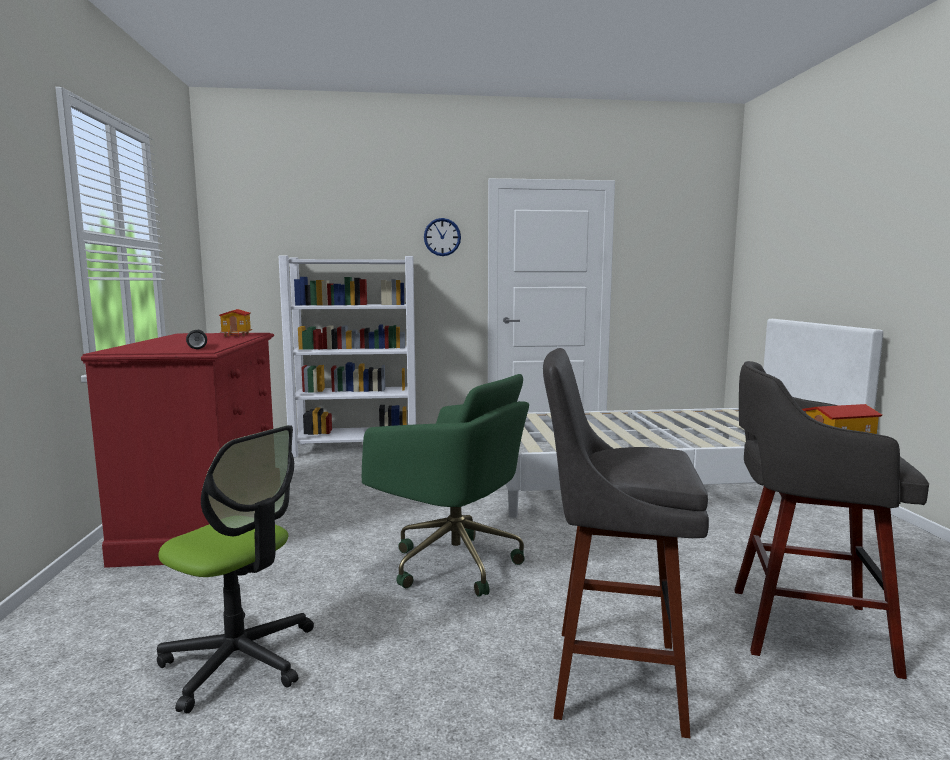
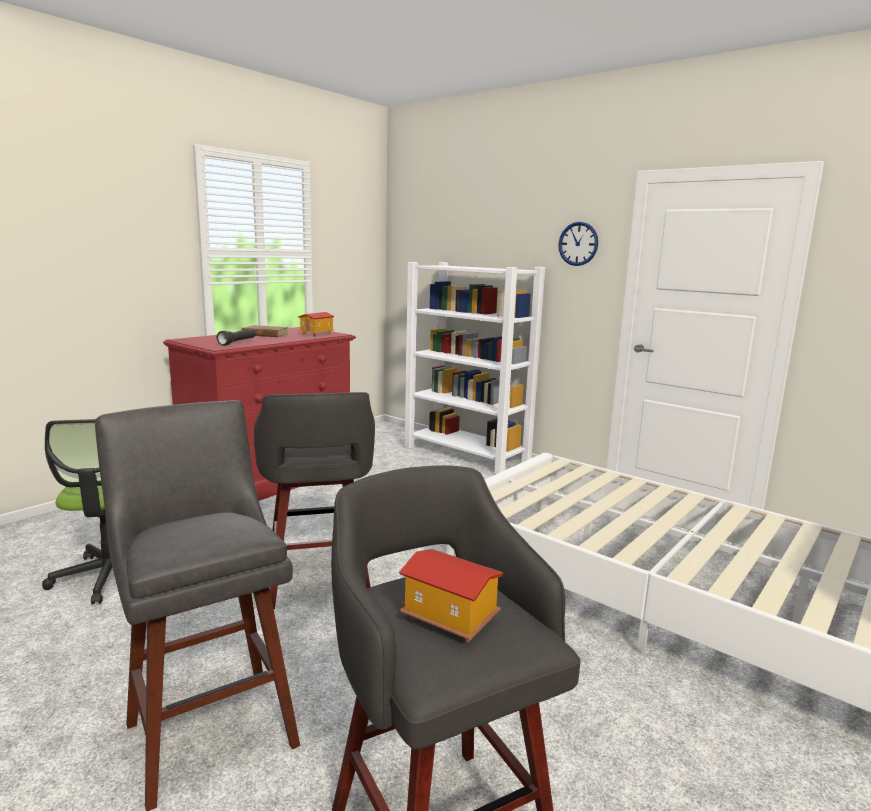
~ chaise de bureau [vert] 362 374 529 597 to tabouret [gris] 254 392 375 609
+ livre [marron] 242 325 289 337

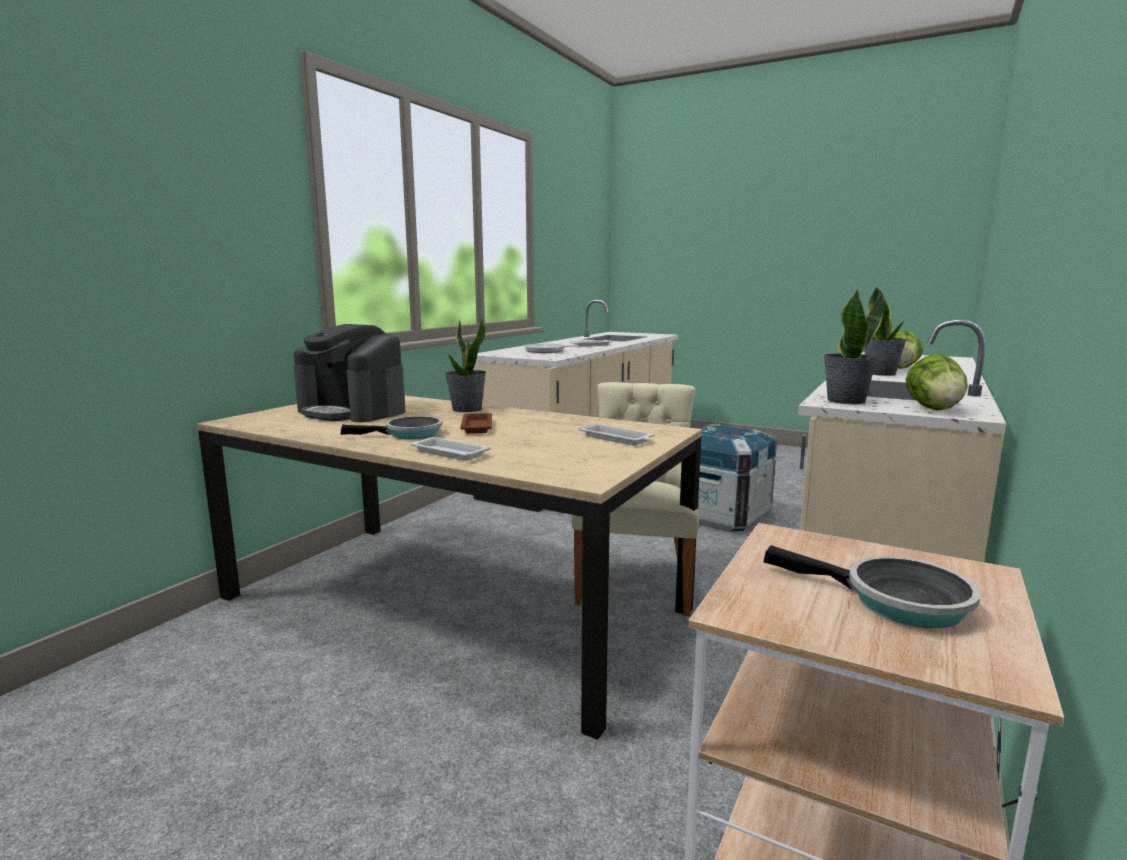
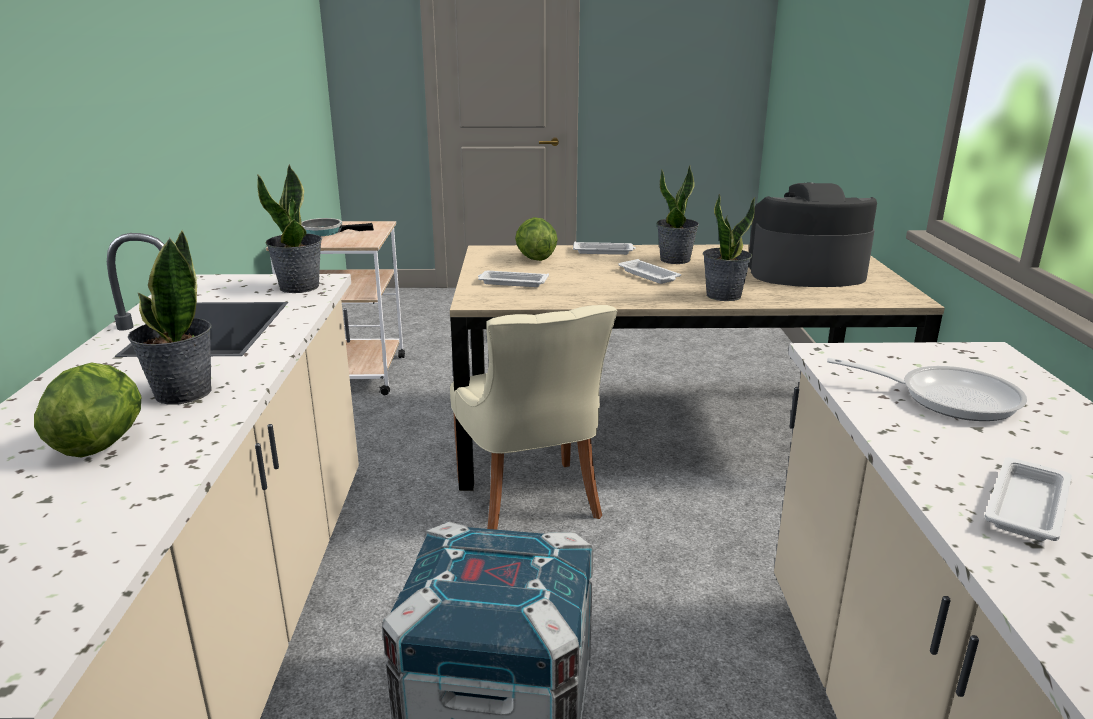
~ poêle 341 416 442 439 to plante en pot 657 165 699 264
~ plateau [marron] 460 413 492 433 to plateau [blanc] 618 259 681 284
~ laitue 905 354 968 410 to 515 217 558 261

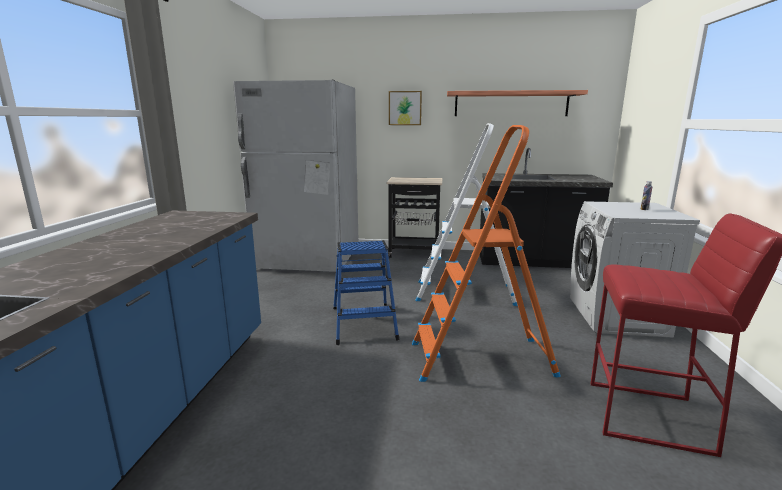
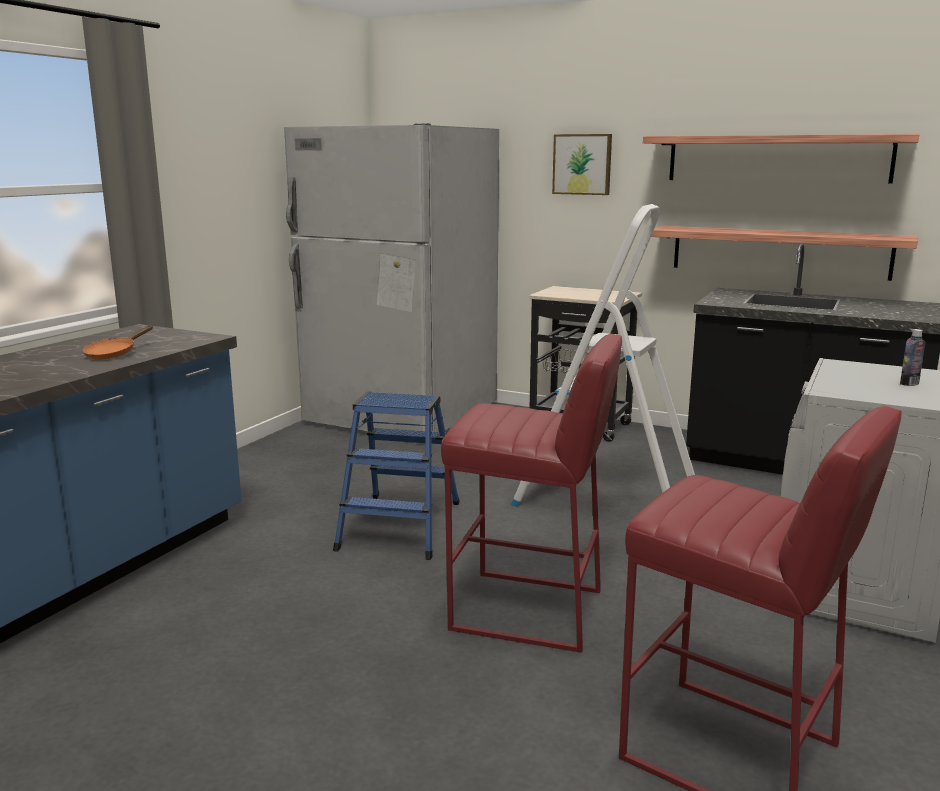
~ escabeau [orange] 412 125 561 382 to tabouret [rouge] 441 333 622 653
+ poêle [orange] 83 326 153 360
+ étagère 651 226 918 281

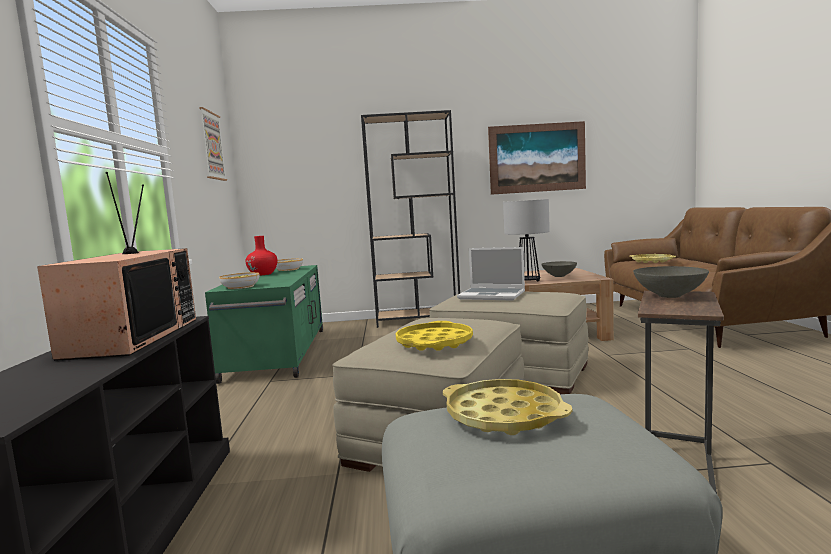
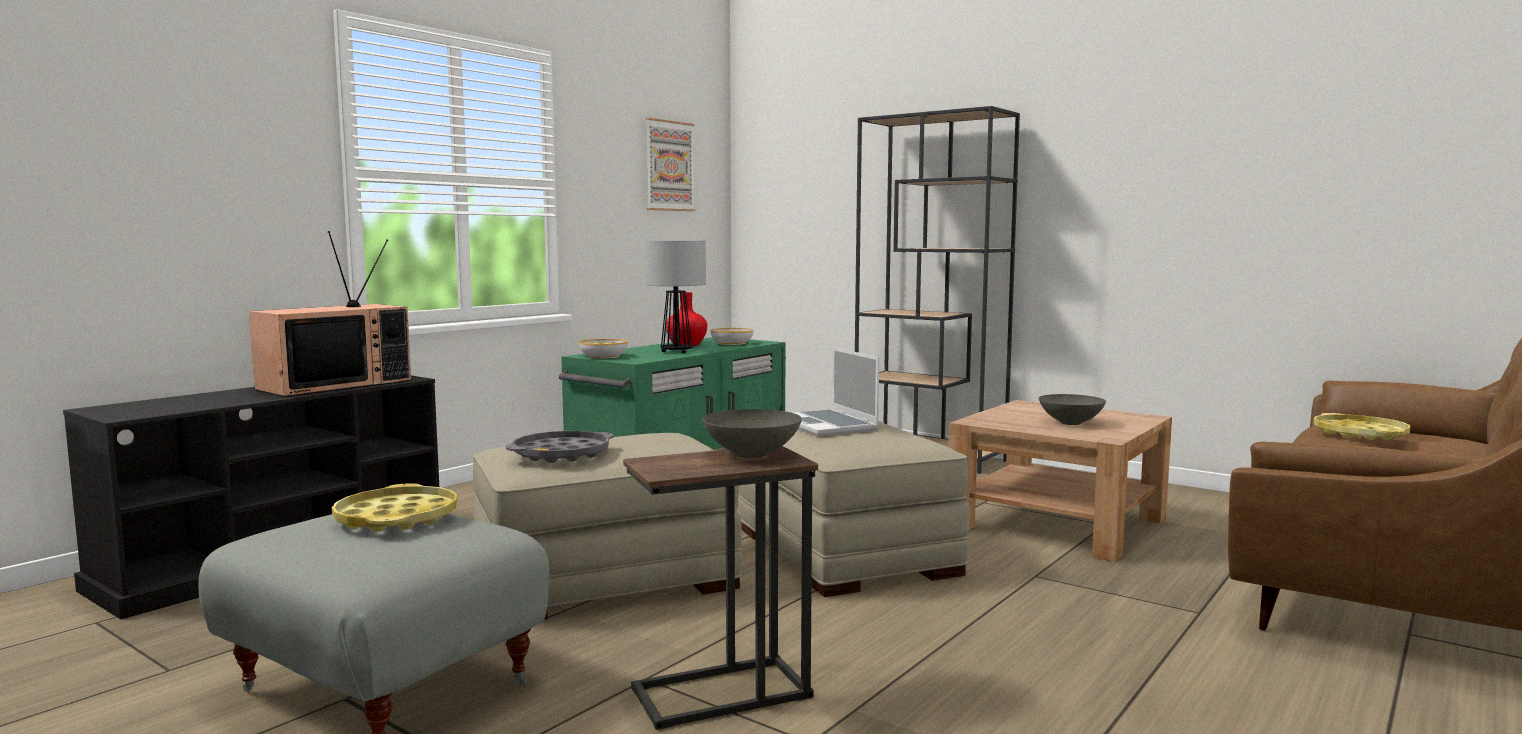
~ plateau [jaune] 395 321 473 351 to plateau [gris] 506 431 614 463
- tableau 488 121 586 195
~ lampe de table 503 199 550 281 to 645 240 706 353

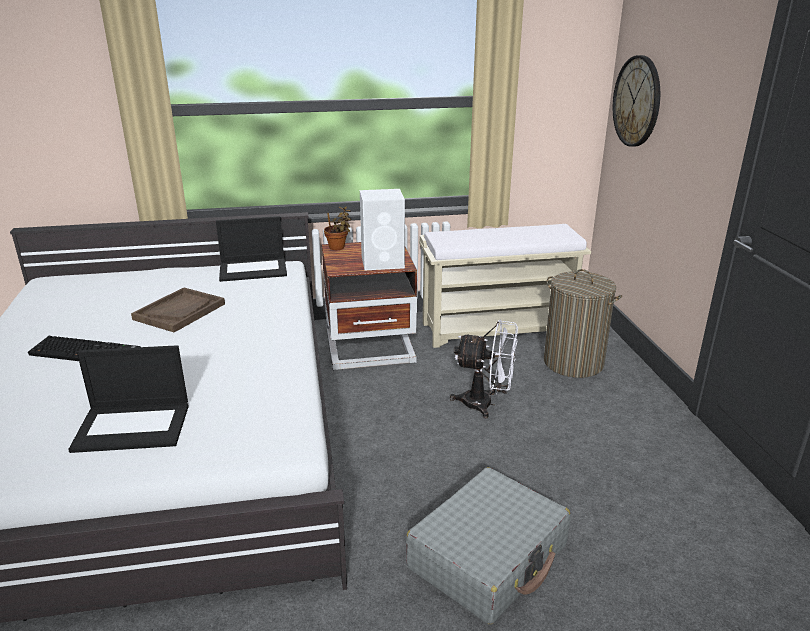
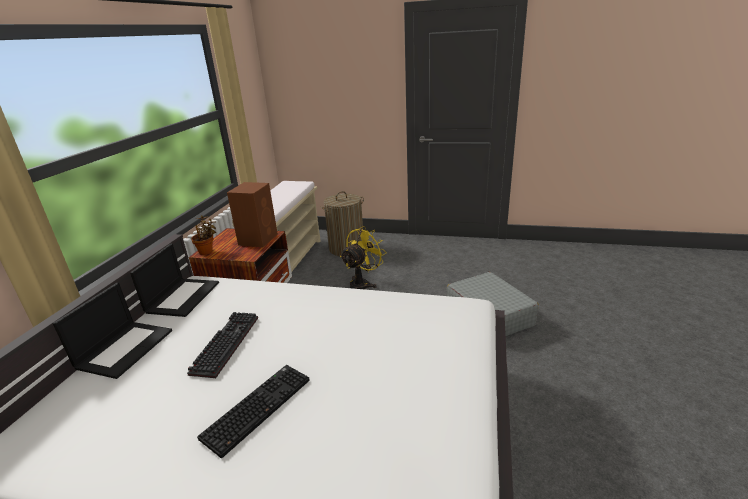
~ ordinateur portable 68 345 189 453 to 53 283 172 379
~ plateau [marron] 131 288 225 333 to clavier 187 312 258 378
~ enceinte [blanc] 360 189 405 270 to enceinte [marron] 227 182 278 247
~ ventilateur [blanc] 450 319 518 418 to ventilateur [jaune] 340 226 387 289
- horloge murale 613 55 660 147

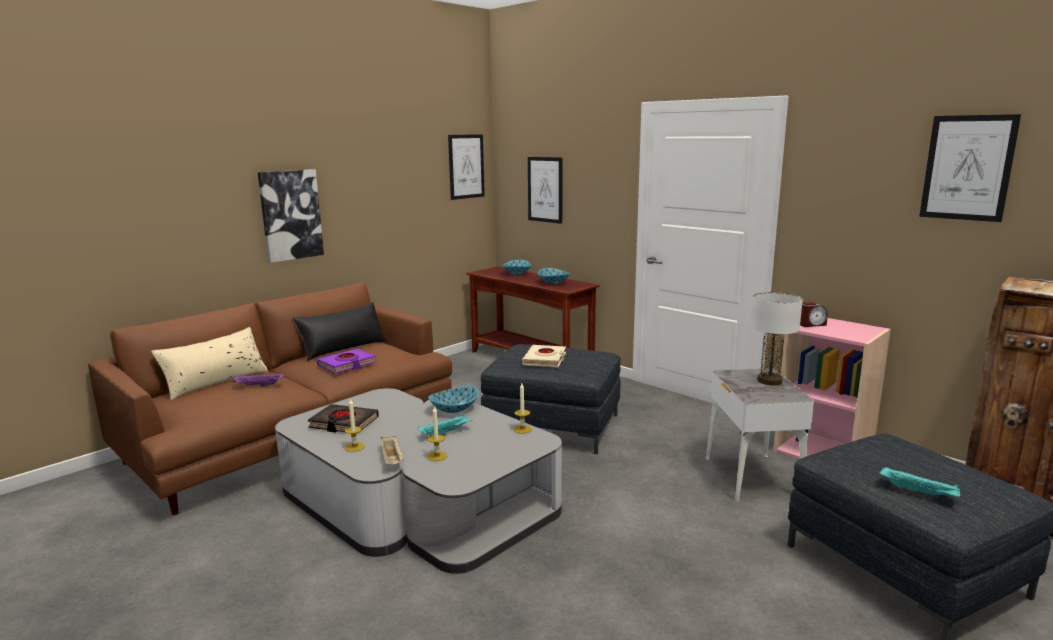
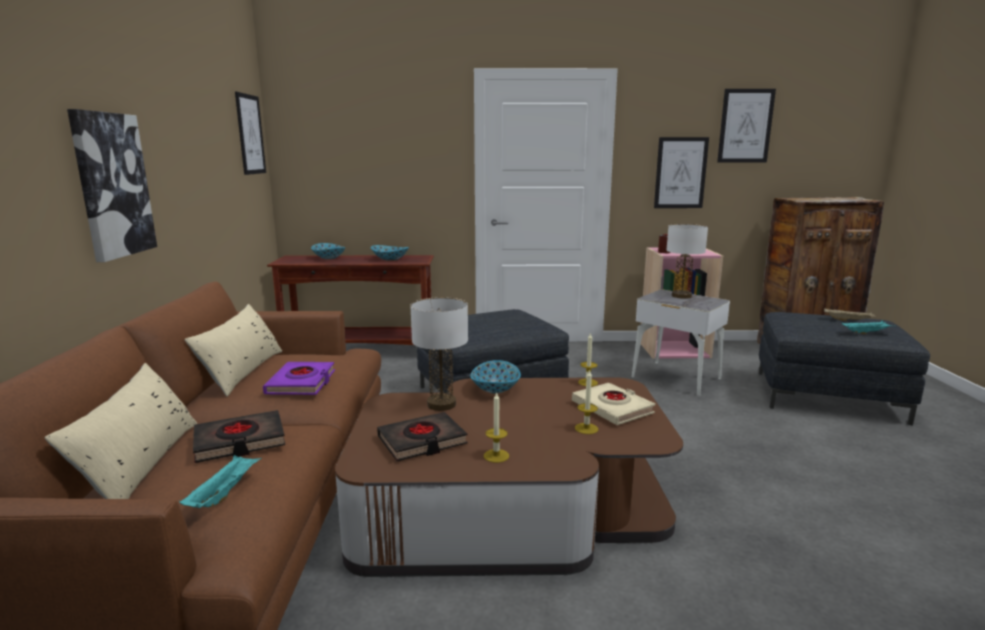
~ plateau [violet] 233 373 284 387 to livre [noir] 193 410 285 463
~ table basse [gris] 275 388 562 574 to table basse [marron] 335 377 683 577
~ coussin [noir] 293 302 387 361 to coussin [beige] 184 304 282 396
~ plateau [beige] 381 436 404 464 to 824 309 877 321
~ plateau [turquoise] 418 414 473 436 to 179 455 261 508
~ livre [beige] 522 345 566 367 to 572 383 655 425
~ tableau 528 157 563 224 to 654 137 709 208
+ lampe de table 410 297 468 411

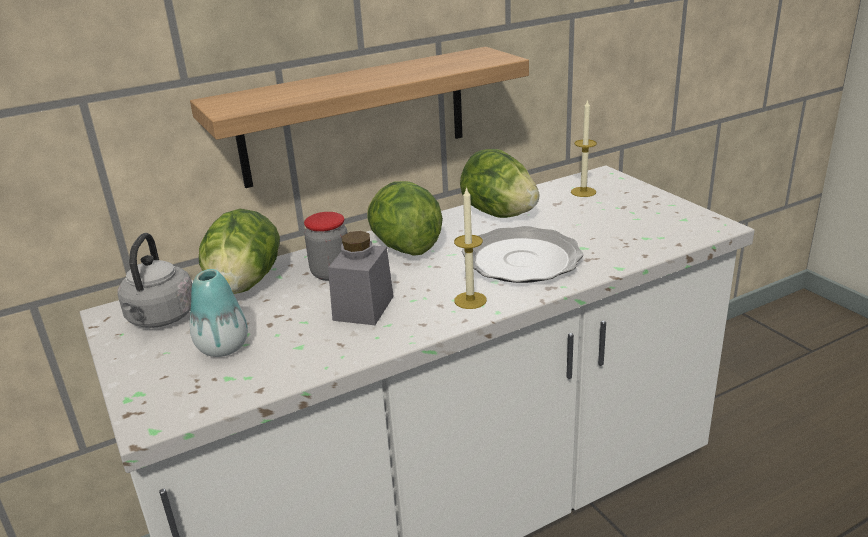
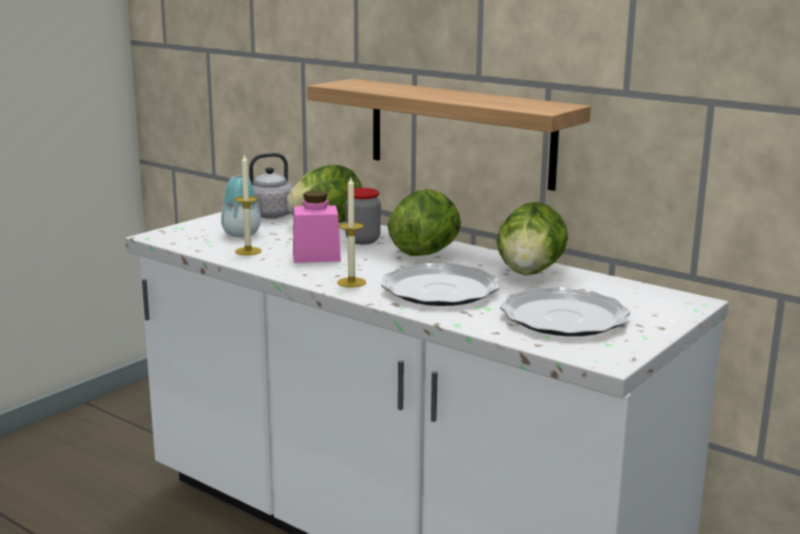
~ bocal [gris] 328 231 394 325 to bocal [rose] 293 191 341 263
~ bougie 571 99 597 197 to 235 153 262 256
+ assiette 500 287 631 336

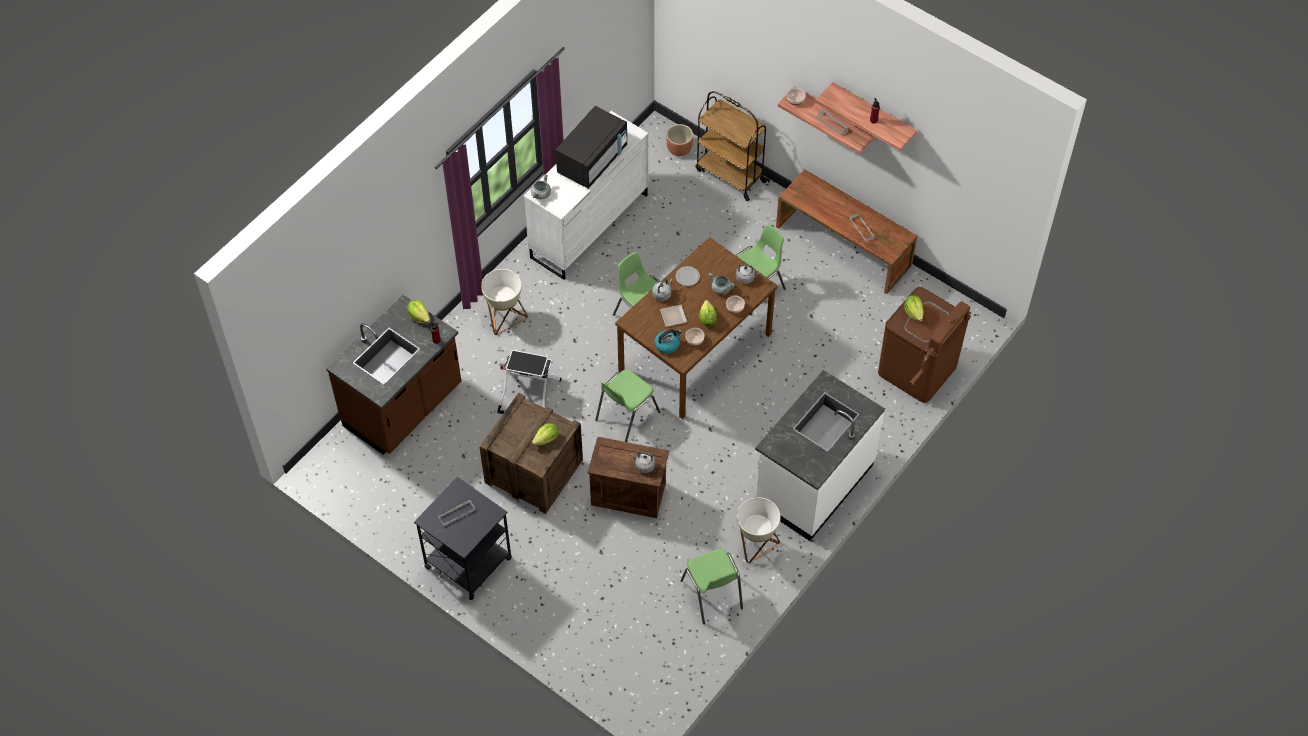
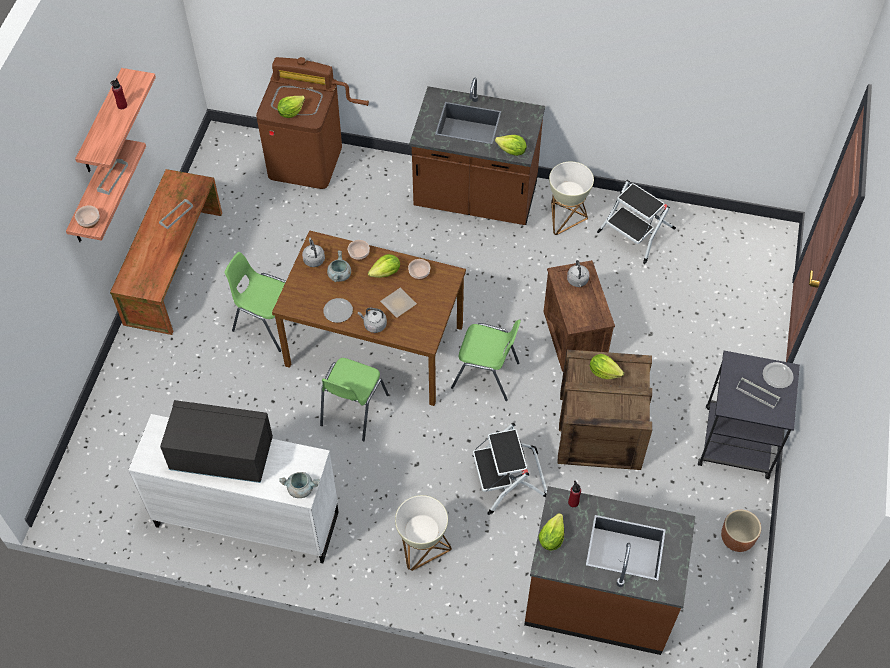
- bouilloire 655 329 682 354
~ cache-pot [marron] 666 124 693 156 to 721 510 761 552
~ chaise [vert] 680 549 743 624 to escabeau 597 180 676 264
- chariot [marron] 696 91 770 201
~ comptoir de cuisine [blanc] 755 370 885 541 to comptoir de cuisine [marron] 409 78 545 225
+ laitue 495 135 527 156
+ assiette 763 362 794 388

